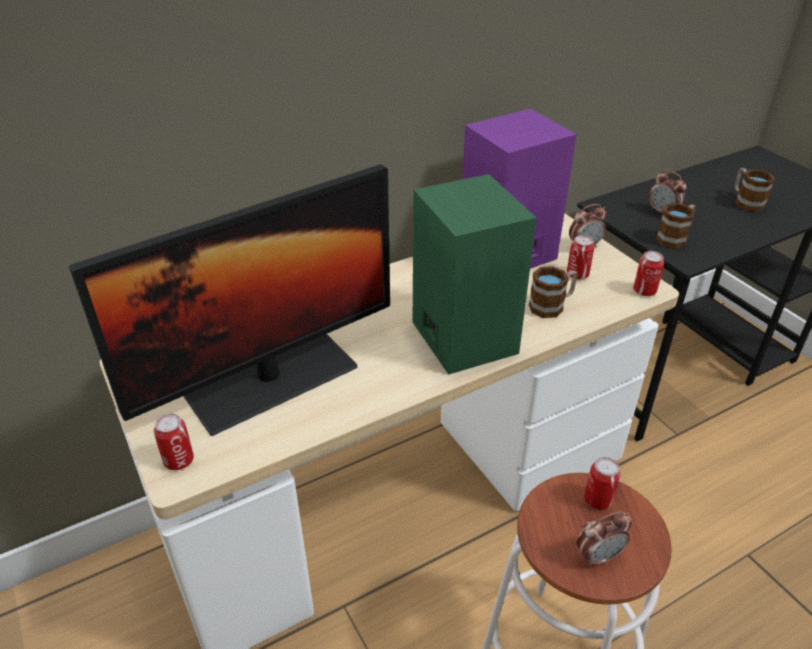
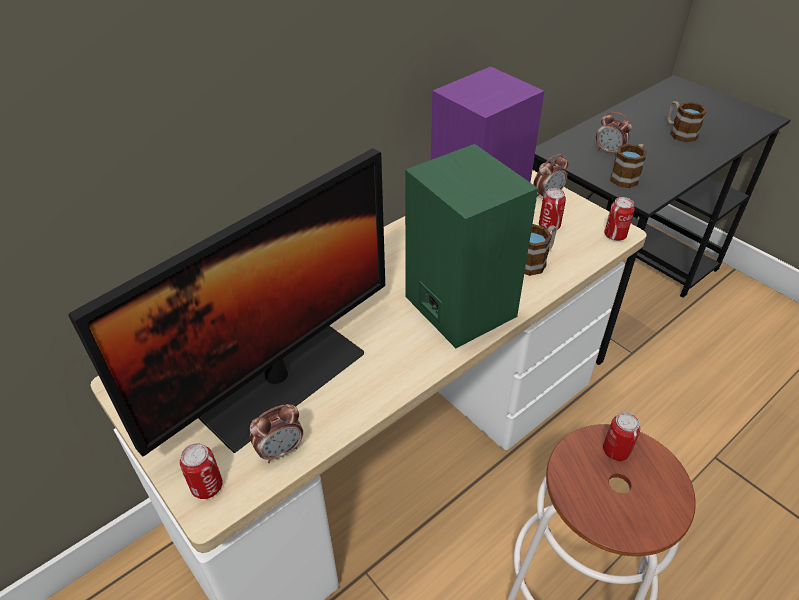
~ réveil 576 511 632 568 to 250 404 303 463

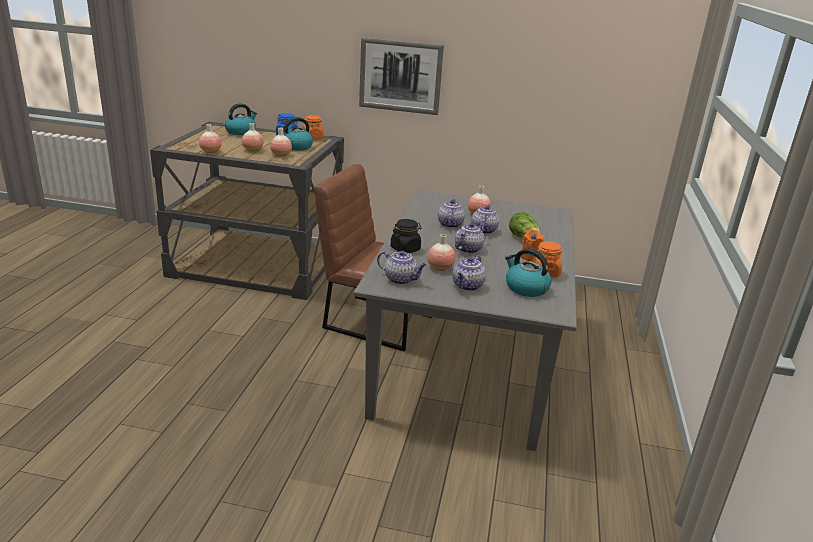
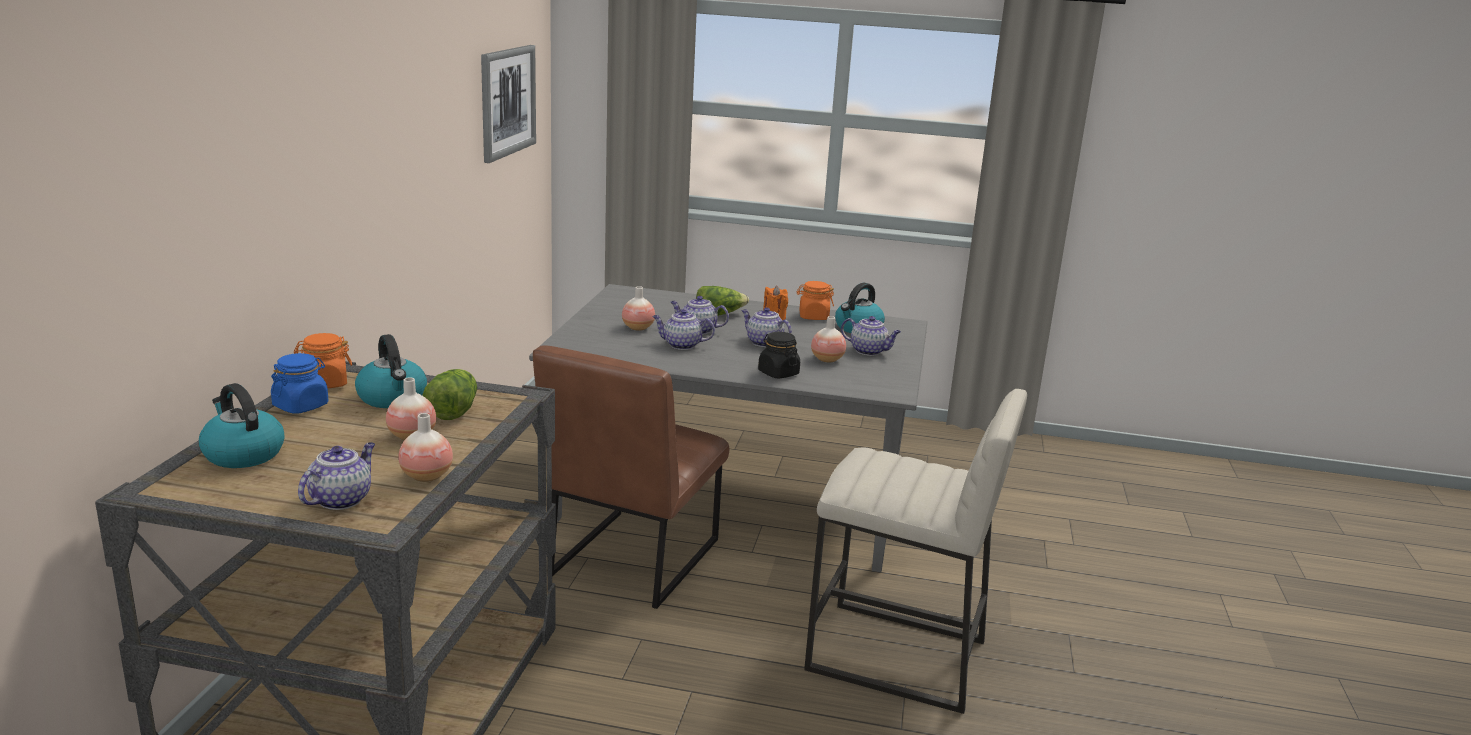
~ vase 270 128 292 157 to laitue 423 369 477 420
~ tableau 359 37 444 115 to 481 45 536 163
~ théière 377 251 427 285 to 298 442 375 510
+ tabouret [beige] 804 389 1027 714

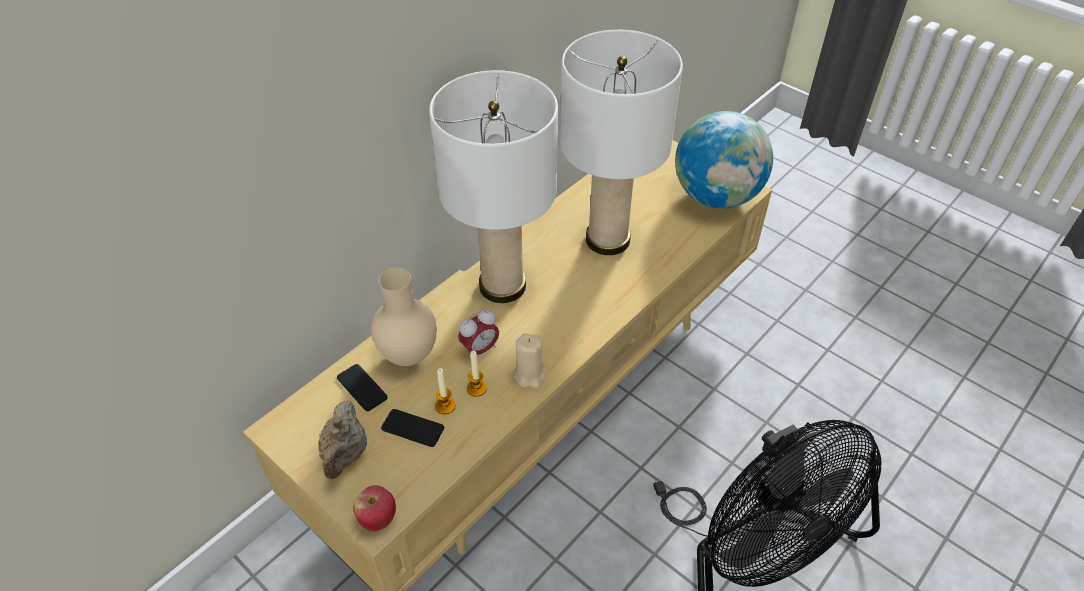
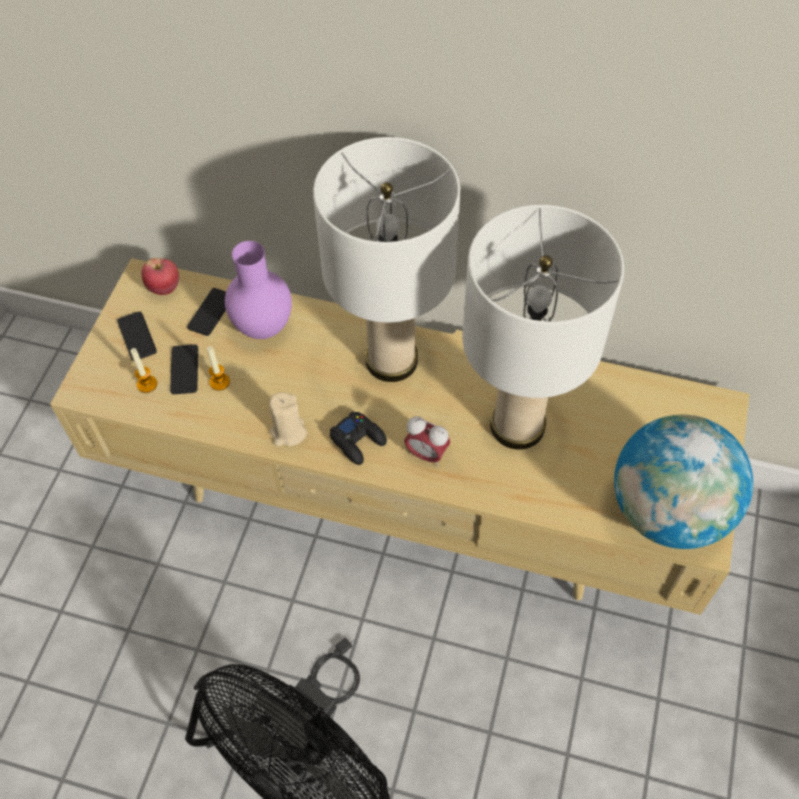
~ théière [beige] 319 401 367 479 to téléphone 117 311 157 361
~ pomme 353 485 396 531 to 142 258 179 295
~ vase [beige] 371 268 437 366 to vase [violet] 225 241 292 339
~ réveil 458 310 499 355 to 404 416 450 466
~ bougie 467 351 487 397 to 131 348 157 393
+ manette [noir] 330 411 387 465

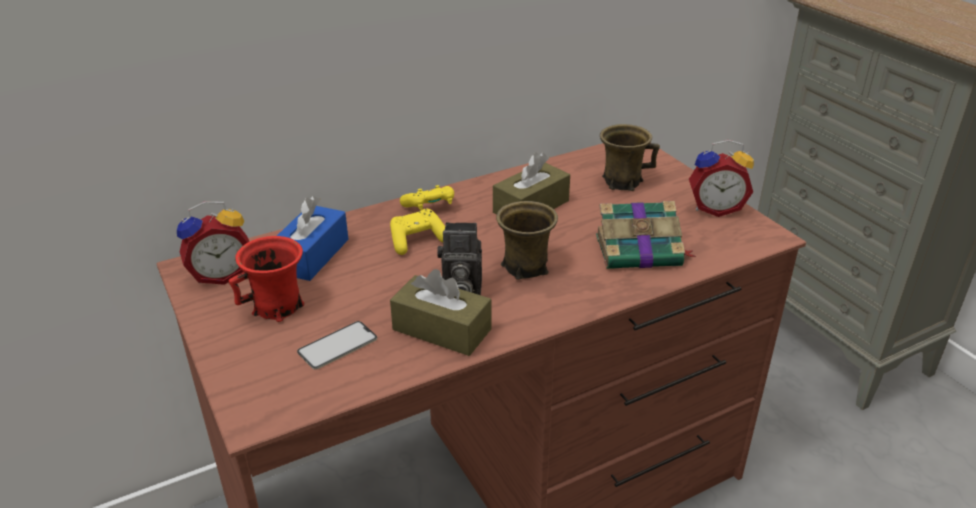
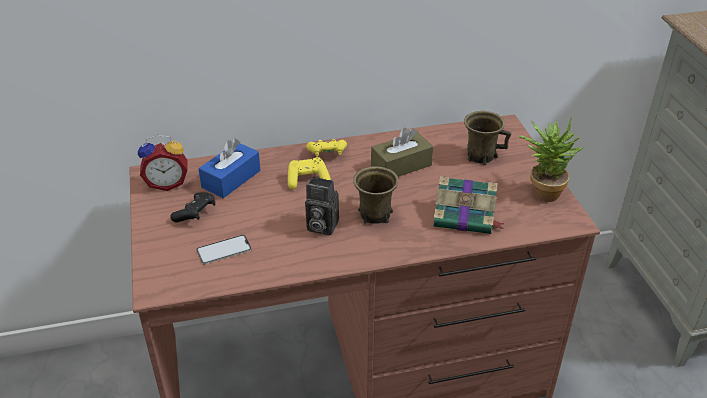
~ mug [rouge] 229 236 304 322 to manette [noir] 170 192 215 222
- boîte à mouchoirs [marron] 390 269 492 356
~ réveil 689 140 754 217 to plante en pot 519 118 583 202

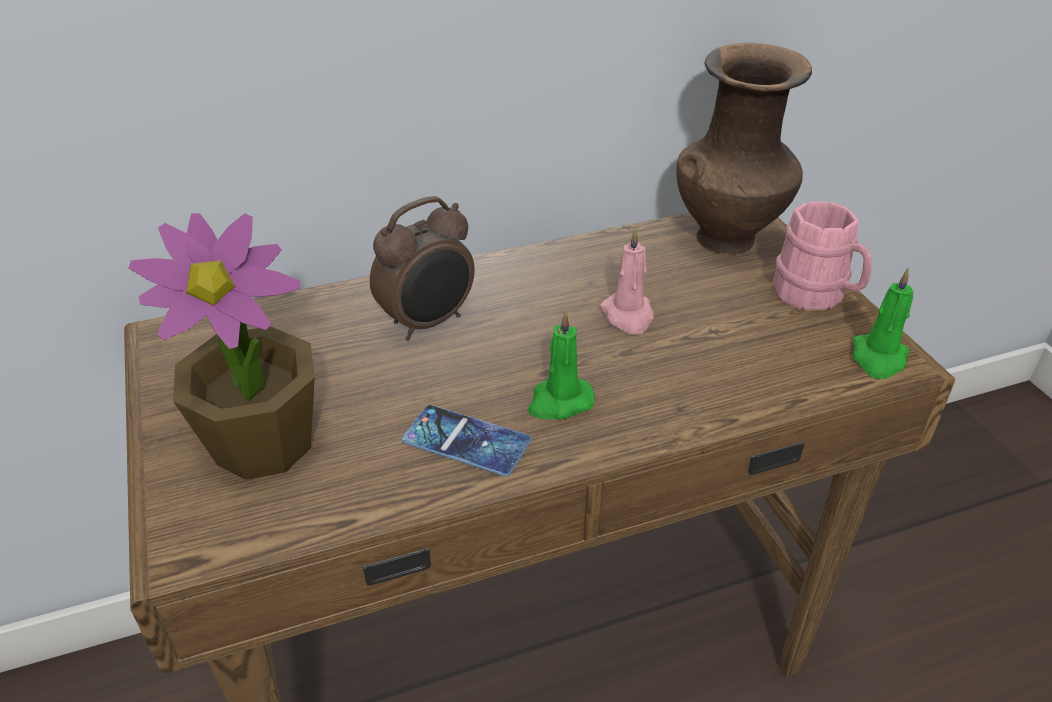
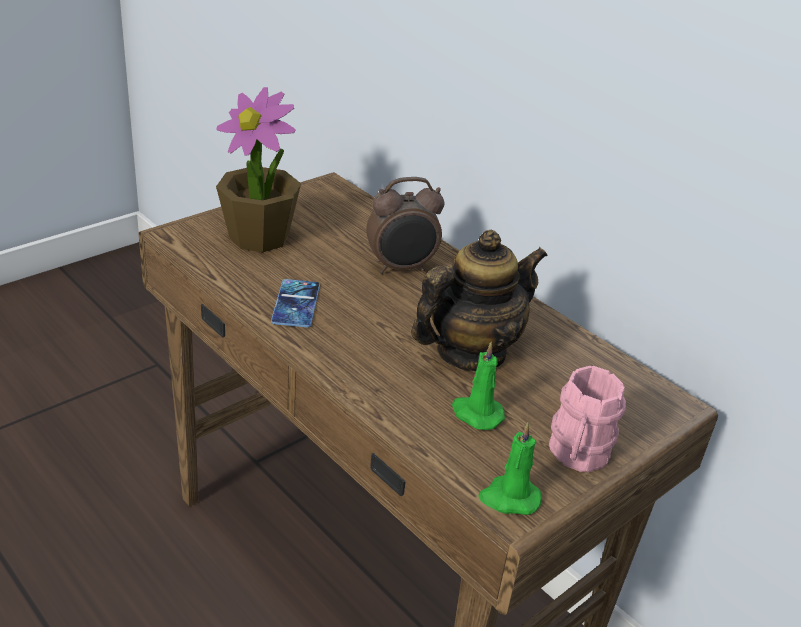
~ réveil 370 196 475 340 = 366 177 444 274 45 degrees counterclockwise
~ bougie [vert] 528 310 594 419 to 452 342 505 430
~ bougie [rose] 600 228 654 335 to théière 411 229 548 371
- vase [marron] 676 43 812 254

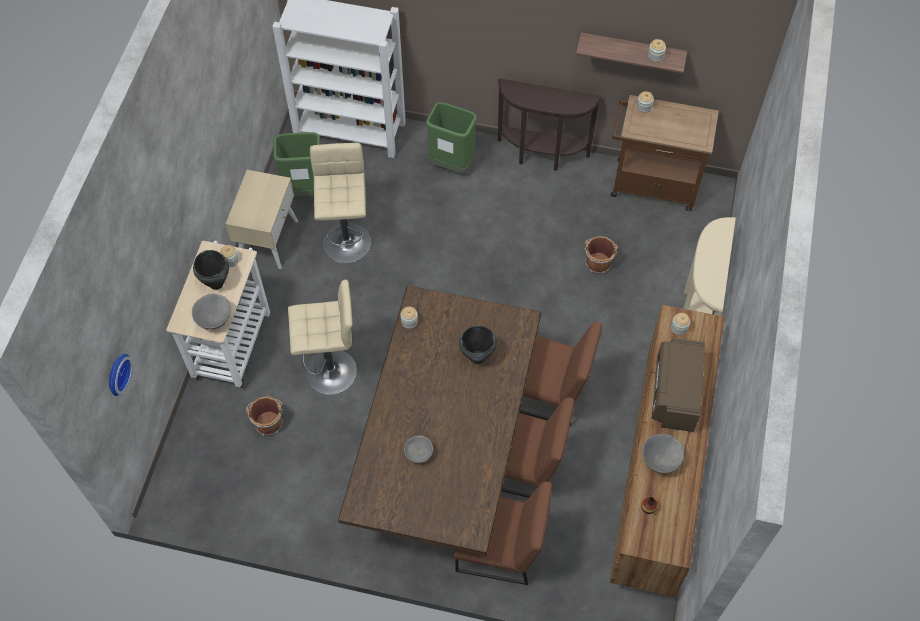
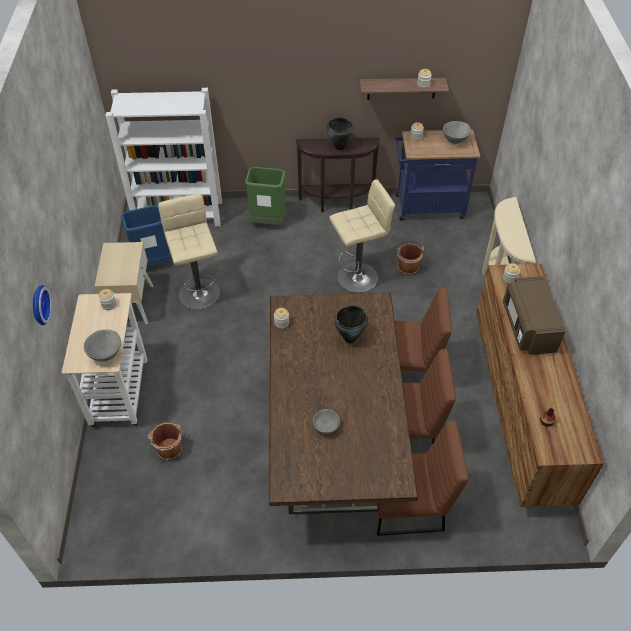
~ horloge murale 109 354 133 396 to 33 285 52 325
~ marmite [noir] 193 250 229 290 to 327 117 353 150
~ poubelle [vert] 273 132 320 197 to poubelle [bleu] 121 205 171 266
~ tabouret [beige] 288 280 357 395 to 329 179 395 292
~ chariot [marron] 610 95 719 211 to chariot [bleu] 395 129 480 221
~ bol [gris] 642 434 684 473 to 443 121 471 144

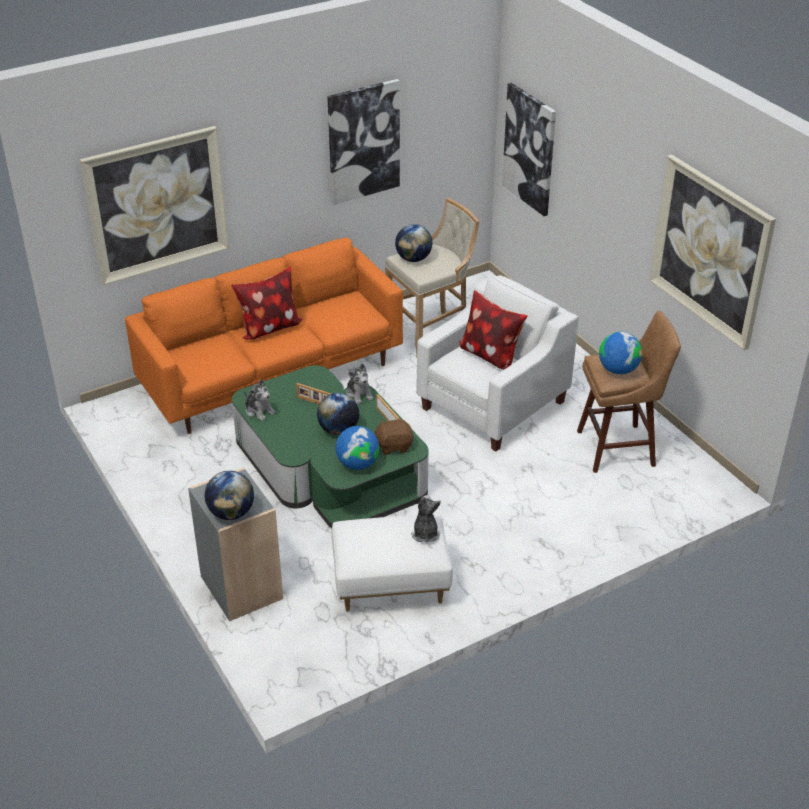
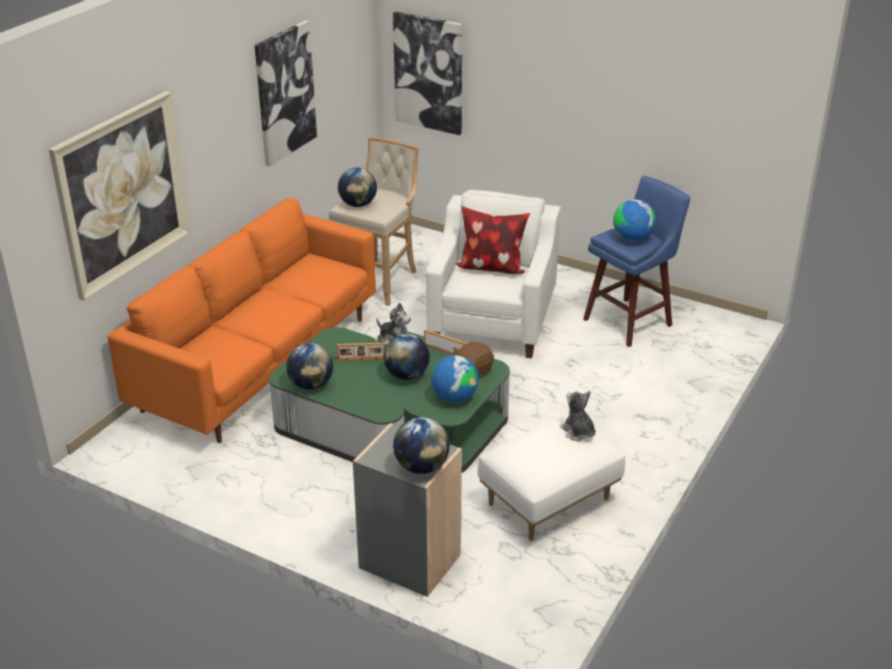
- coussin 231 267 302 340
~ peluche 244 379 275 421 to globe 286 343 333 390
~ tabouret [marron] 577 311 681 473 to tabouret [bleu] 583 176 690 347
- tableau 649 155 776 350

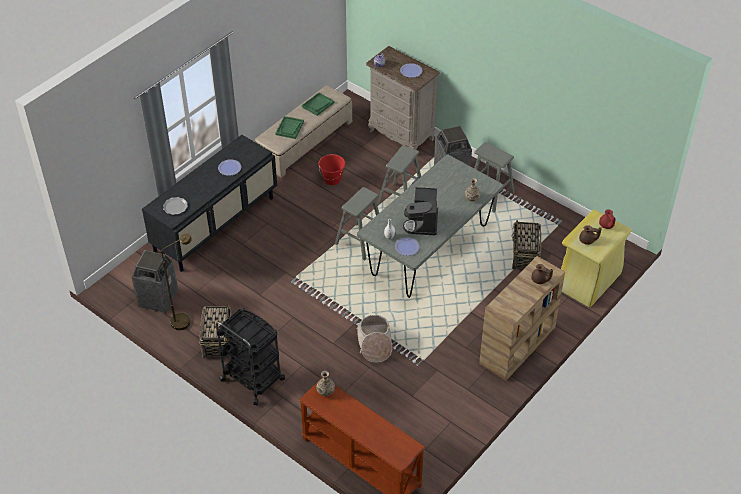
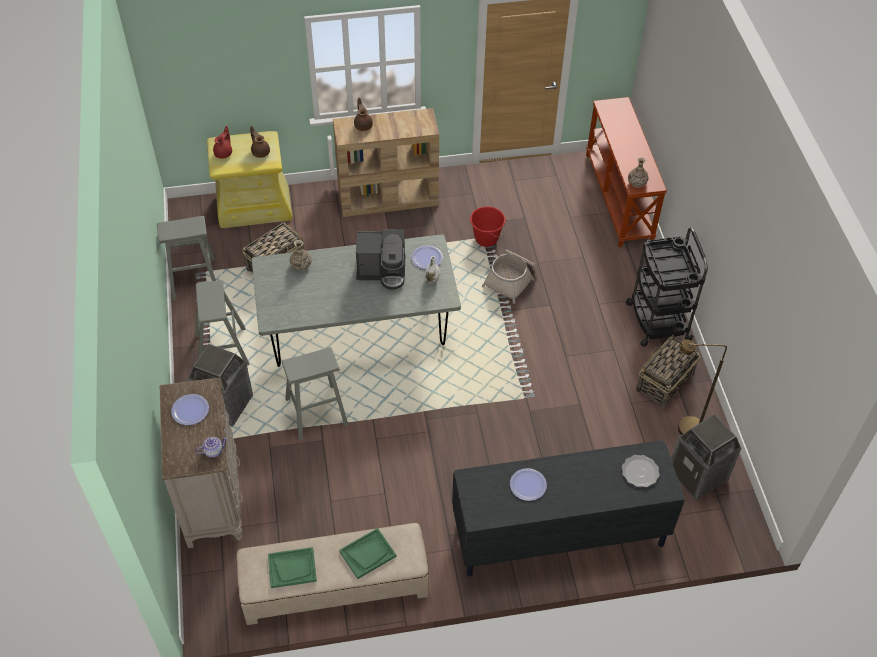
~ seau [rouge] 319 154 345 185 to 470 207 505 247
~ tabouret [gris] 335 187 379 261 to 157 216 216 301
~ machine à café 403 187 438 235 = 356 229 405 290 45 degrees clockwise

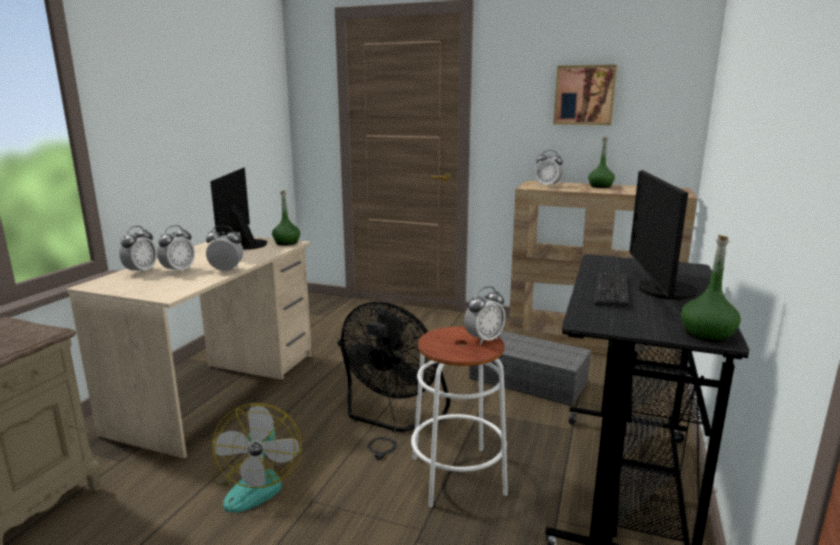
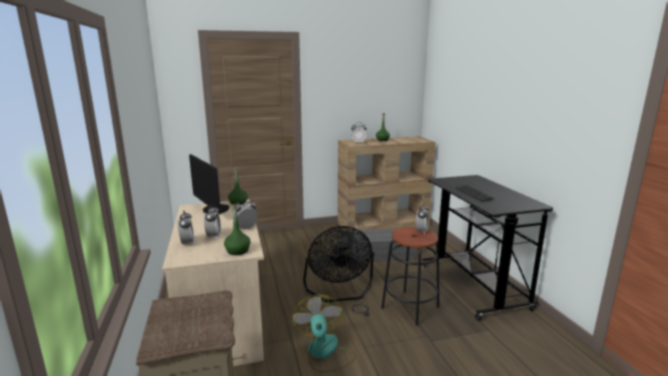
~ ventilateur 211 403 302 513 = 291 295 356 373 150 degrees counterclockwise
~ tabouret [blanc] 411 326 508 507 to tabouret [noir] 381 227 439 326
- tableau 553 65 617 125
- écran d'ordinateur 629 170 698 300
~ bouteille [vert] 681 235 741 342 to 224 204 251 255

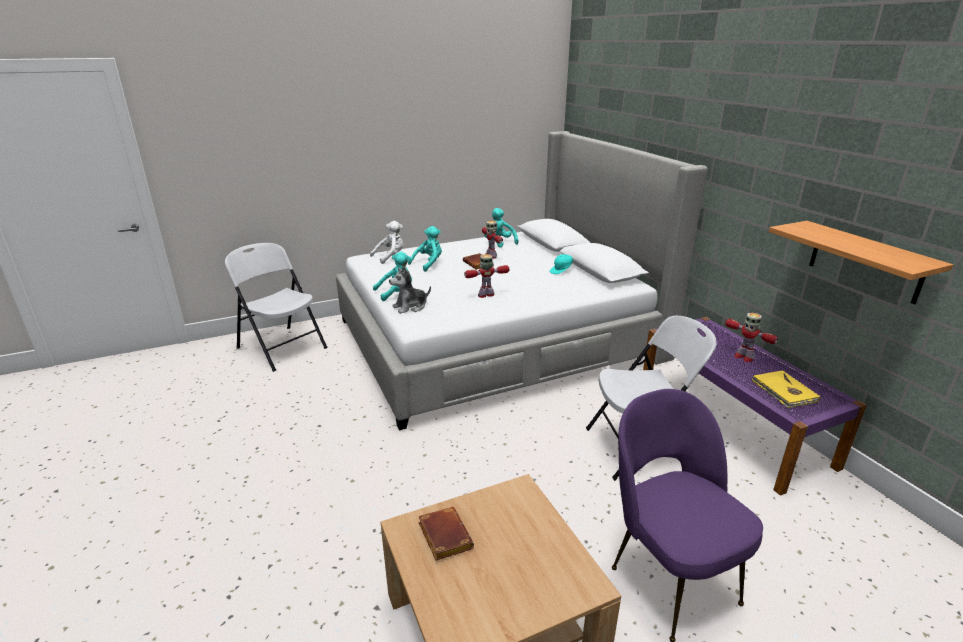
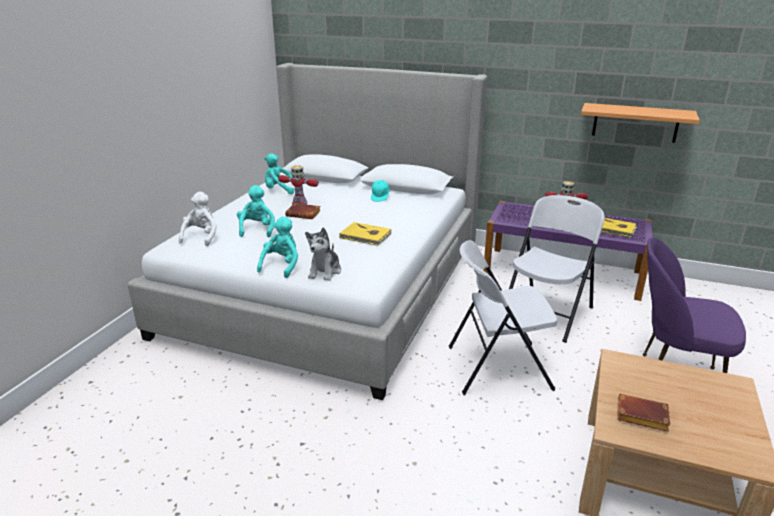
~ chaise [blanc] 225 243 328 372 to 449 240 557 395
~ robot jouet 464 254 509 298 to livre [jaune] 339 222 391 246

